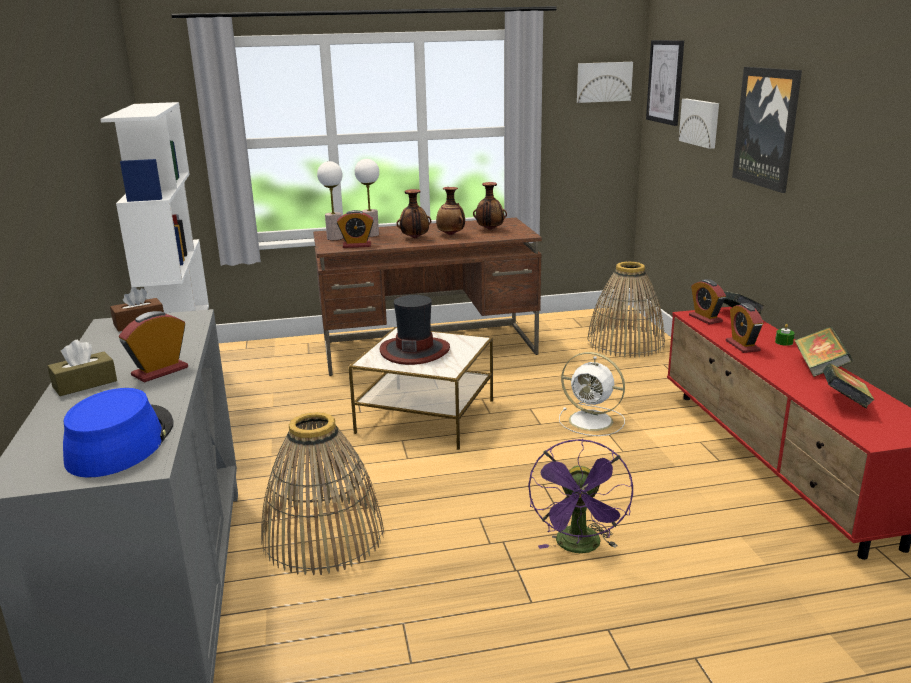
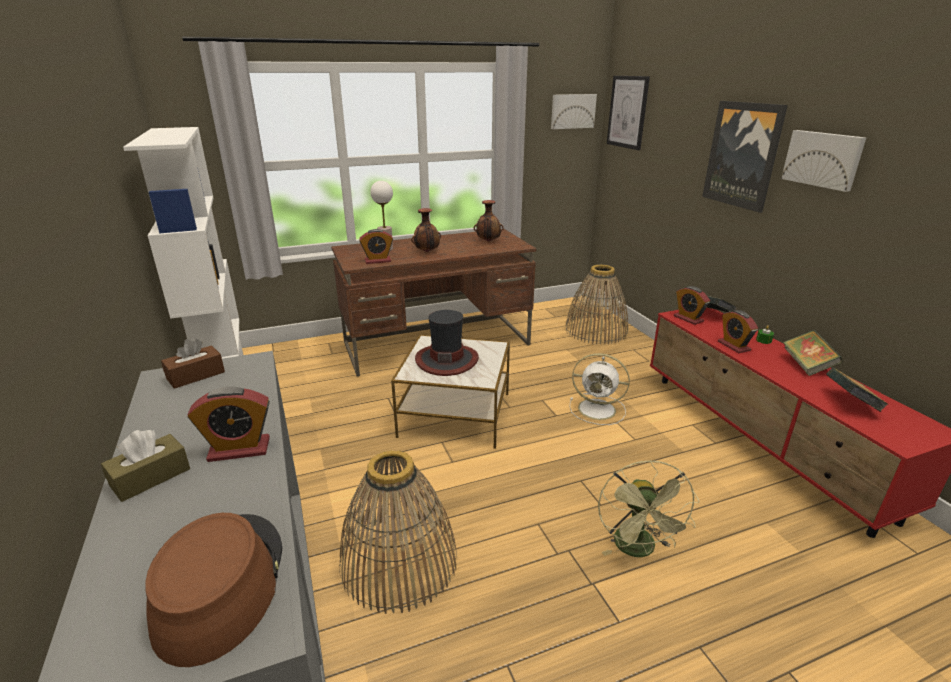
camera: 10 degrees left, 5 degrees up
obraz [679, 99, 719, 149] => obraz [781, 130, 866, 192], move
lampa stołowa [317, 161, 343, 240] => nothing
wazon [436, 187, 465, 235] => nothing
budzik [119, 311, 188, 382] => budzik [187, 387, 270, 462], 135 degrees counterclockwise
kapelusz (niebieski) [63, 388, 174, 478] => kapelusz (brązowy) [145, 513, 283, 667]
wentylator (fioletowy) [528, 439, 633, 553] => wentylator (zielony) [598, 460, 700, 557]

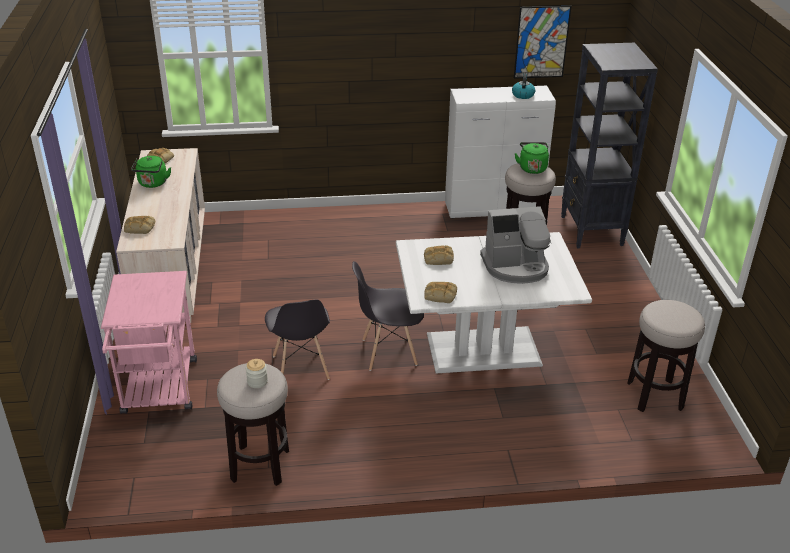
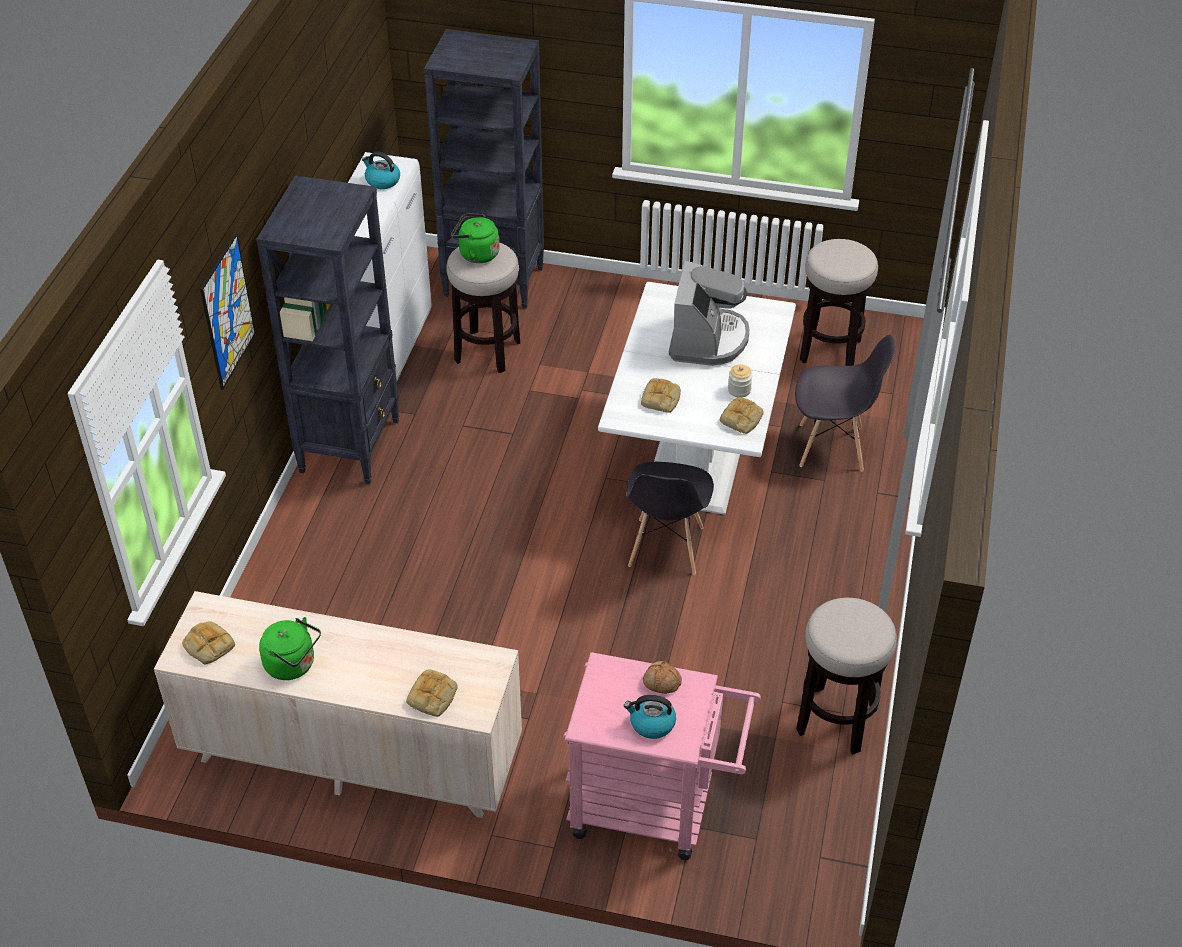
camera: 70 degrees left, 10 degrees up
obraz [514, 6, 572, 79] => obraz [200, 233, 256, 390], move
krzesło (szary) [265, 300, 330, 380] => krzesło (szary) [795, 334, 896, 472], move
słoik [246, 359, 268, 388] => słoik [728, 364, 753, 397], move
nothing => regał (czarny) [256, 176, 400, 485]
nothing => chleb [643, 661, 682, 694]
nothing => czajnik [624, 695, 676, 739]

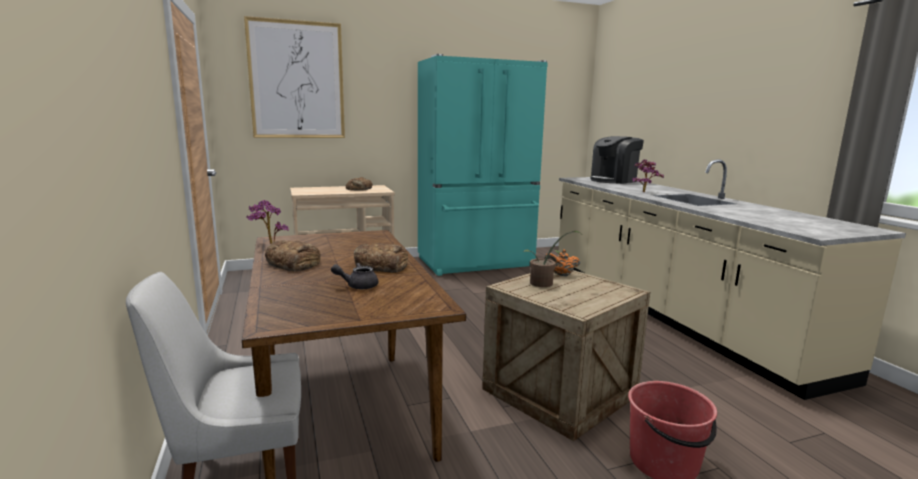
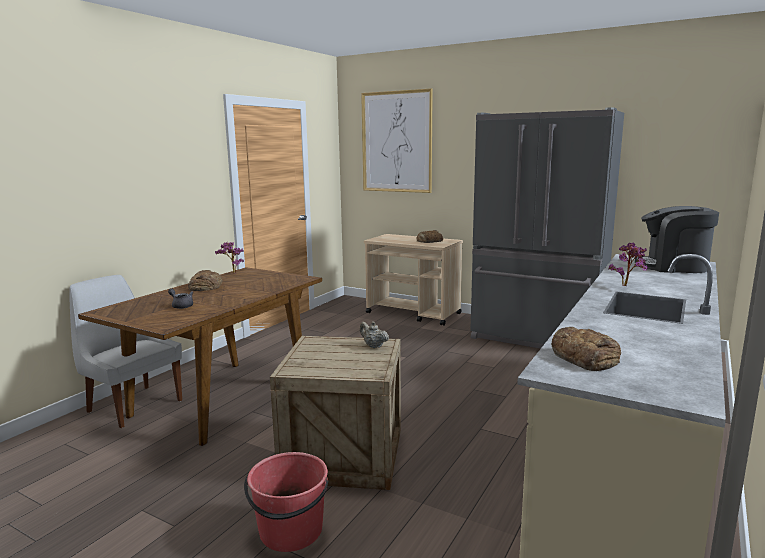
camera: 50 degrees right, 0 degrees up
lodówka (turkusowy) [418, 54, 548, 276] => lodówka (szary) [470, 107, 624, 349]
roślina doniczkowa [523, 231, 581, 287] => nothing
chleb [354, 243, 408, 273] => chleb [552, 327, 621, 371], move
imbryk (pomarańczowy) [544, 250, 580, 276] => imbryk (beżowy) [360, 322, 389, 348]

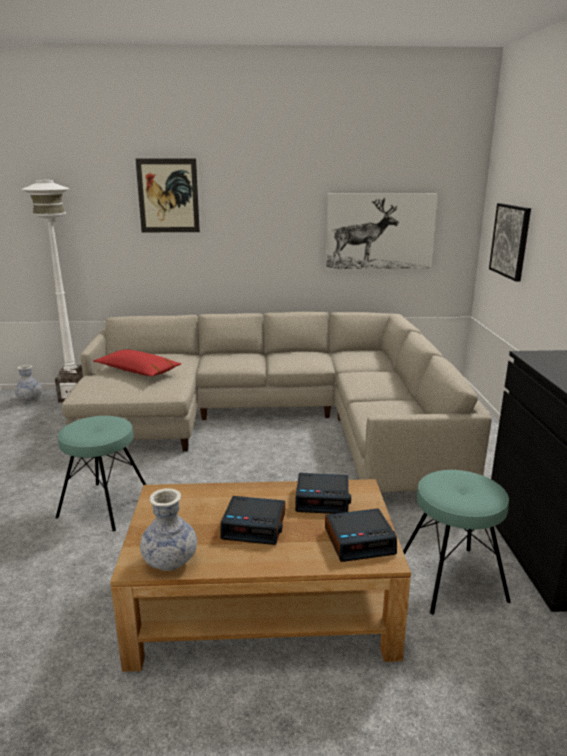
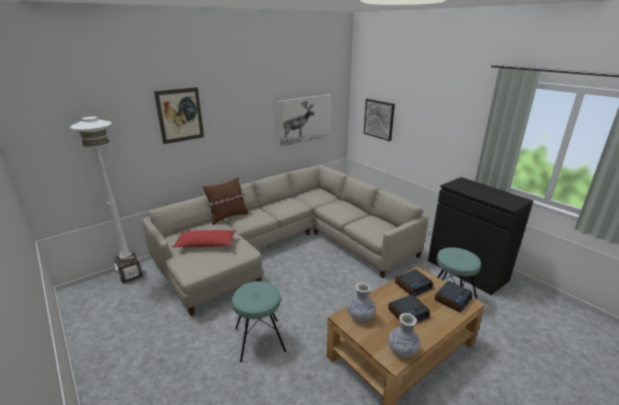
camera: 35 degrees left, 5 degrees up
wazon [15, 365, 42, 402] => wazon [348, 282, 376, 322], move
nothing => poduszka (brązowy) [203, 177, 248, 225]

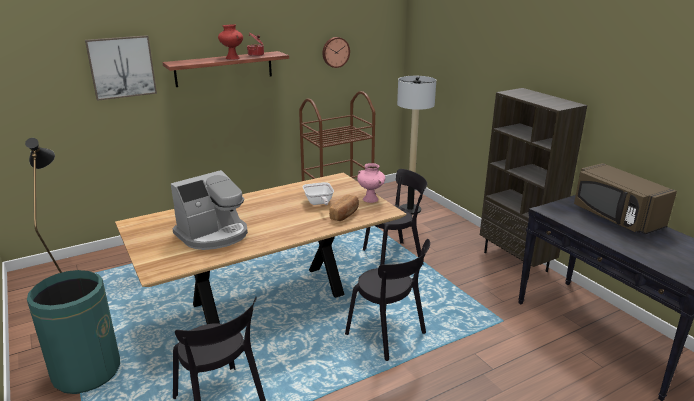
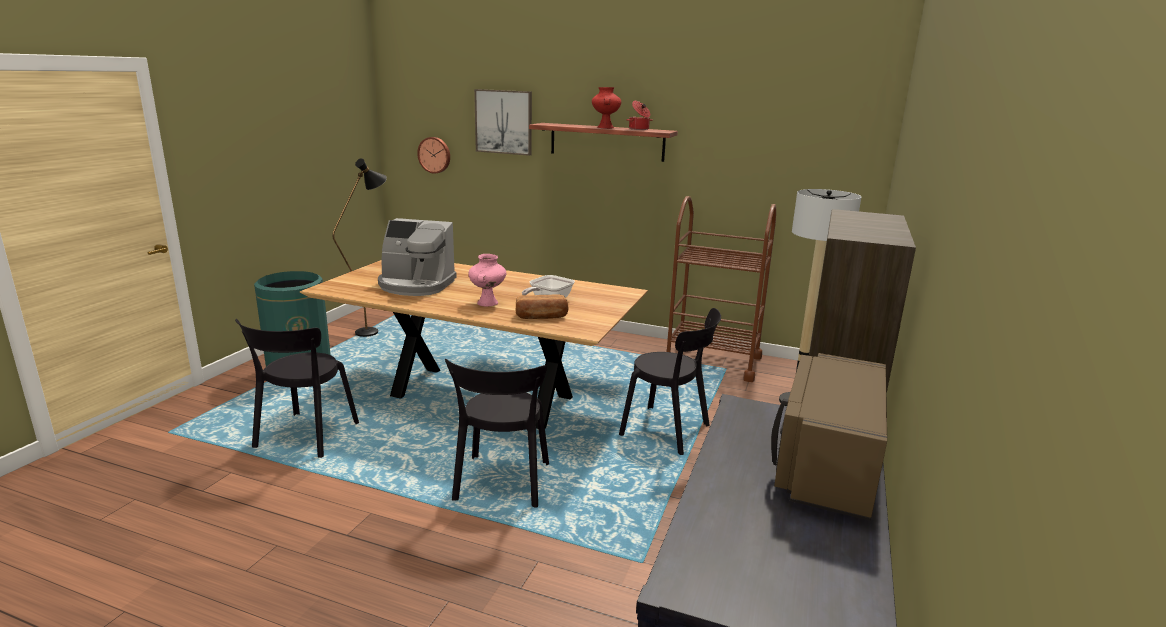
camera: 50 degrees right, 5 degrees down
zegar ścienny [322, 37, 350, 68] => zegar ścienny [417, 137, 450, 174], move
wazon (różowy) [357, 163, 385, 203] => wazon (różowy) [468, 254, 506, 307], move

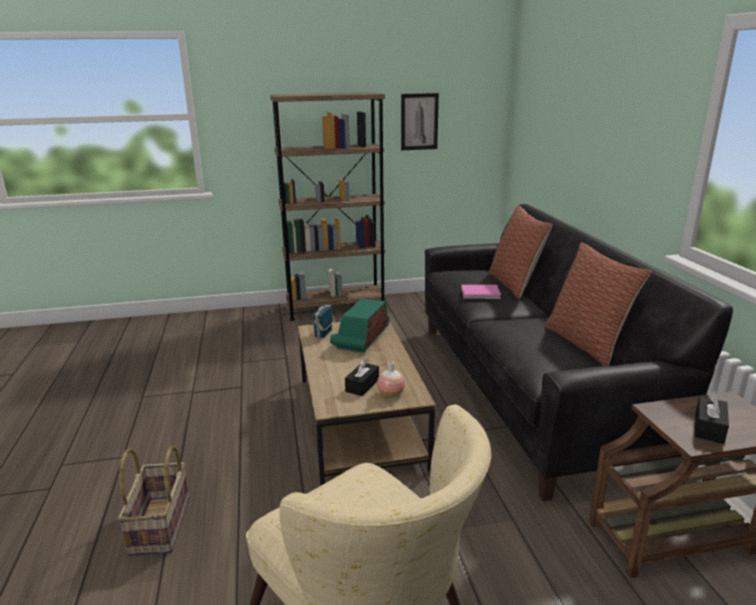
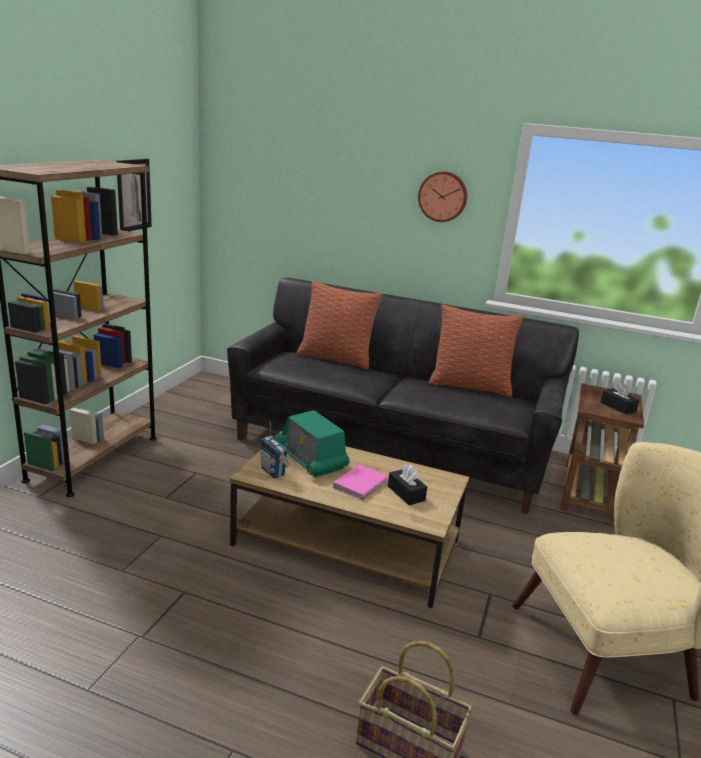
camera: 60 degrees left, 0 degrees up
książka (różowy) [461, 285, 501, 299] => książka (różowy) [333, 465, 388, 500], move
wazon [377, 361, 405, 397] => nothing
nothing => zegar ścienny [418, 171, 467, 222]

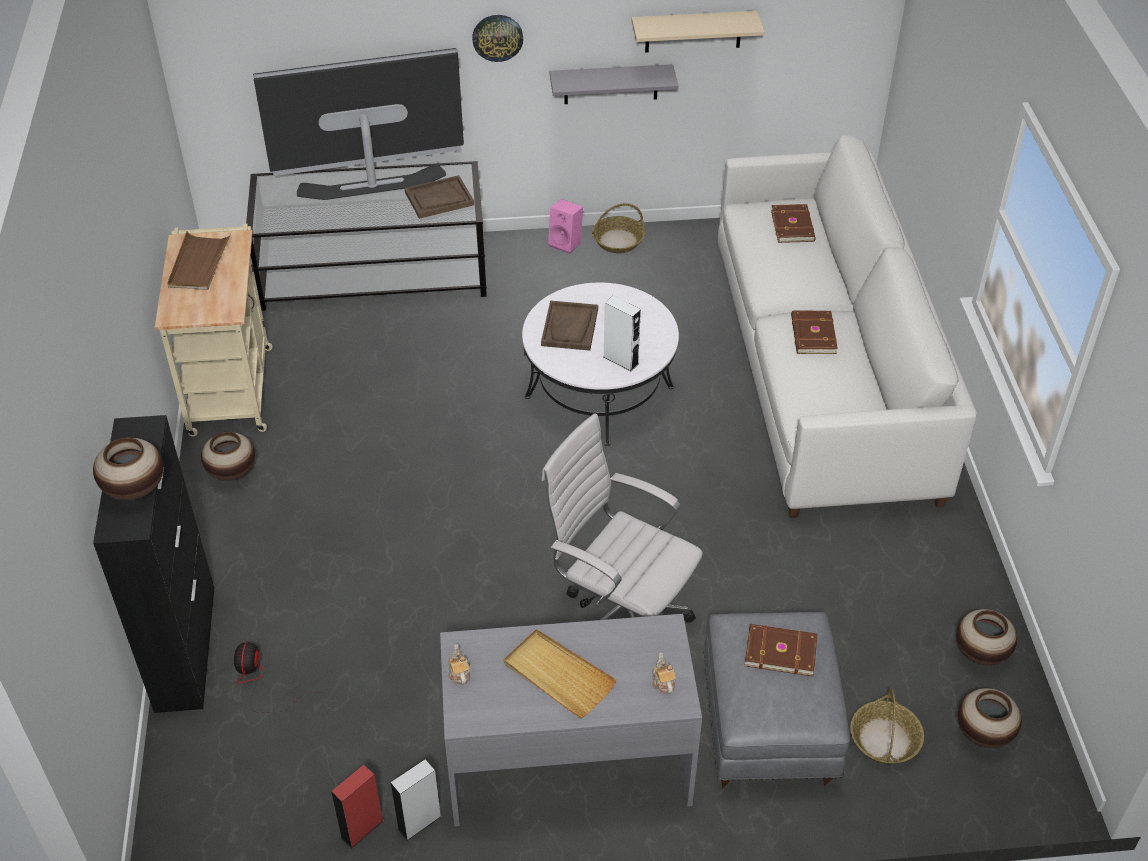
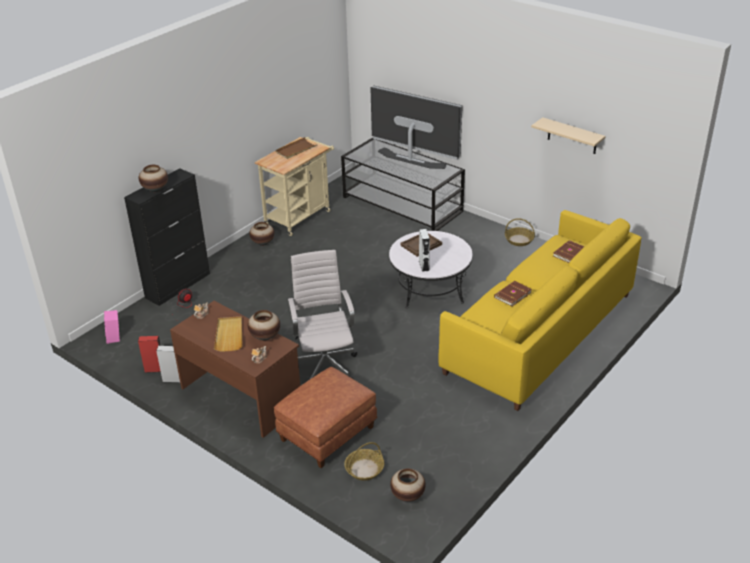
camera: 45 degrees right, 10 degrees down
zegar ścienny [472, 15, 523, 62] => nothing
półka (szary) [550, 64, 679, 104] => nothing
kanapa (biały) [718, 135, 977, 518] => kanapa (żółty) [438, 210, 642, 411]
taca (brązowy) [405, 175, 474, 219] => nothing
głośnik (różowy) [548, 199, 583, 254] => głośnik (różowy) [104, 310, 120, 344], move
wazon [956, 609, 1017, 665] => wazon [248, 310, 280, 341], move
pufa (szary) [703, 612, 849, 789] => pufa (brązowy) [274, 367, 377, 468]
biurko (szary) [440, 614, 702, 827] => biurko (brązowy) [170, 301, 300, 438]
książka (brązowy) [744, 624, 818, 677] => nothing

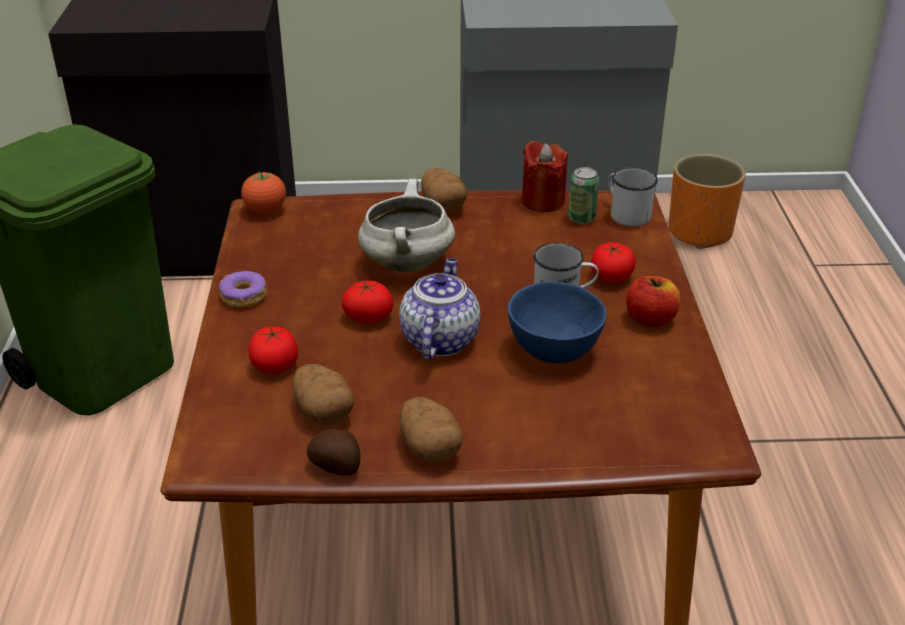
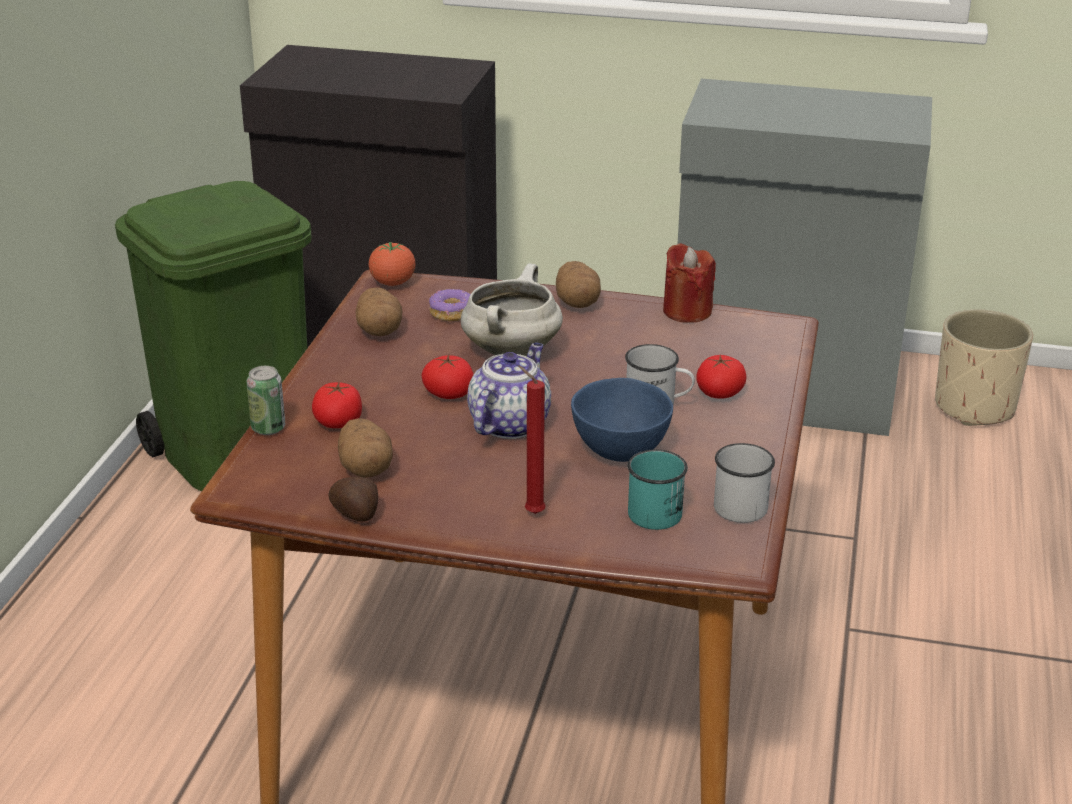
camera: 15 degrees right, 5 degrees down
donica (pomarańczowy) [669, 154, 746, 249] => donica (beżowy) [935, 310, 1033, 426]
puszka [568, 167, 599, 224] => puszka [246, 366, 285, 435], move
kubek (biały) [608, 167, 658, 227] => kubek (biały) [714, 443, 775, 523], move
donut [219, 271, 267, 308] => donut [429, 289, 470, 321], move
jabłko [626, 276, 681, 327] => nothing
ziemniak [399, 397, 463, 463] => ziemniak [356, 287, 402, 336], move
nothing => świeca (czerwony) [518, 366, 546, 514]
nothing => kubek (turkusowy) [627, 449, 688, 530]

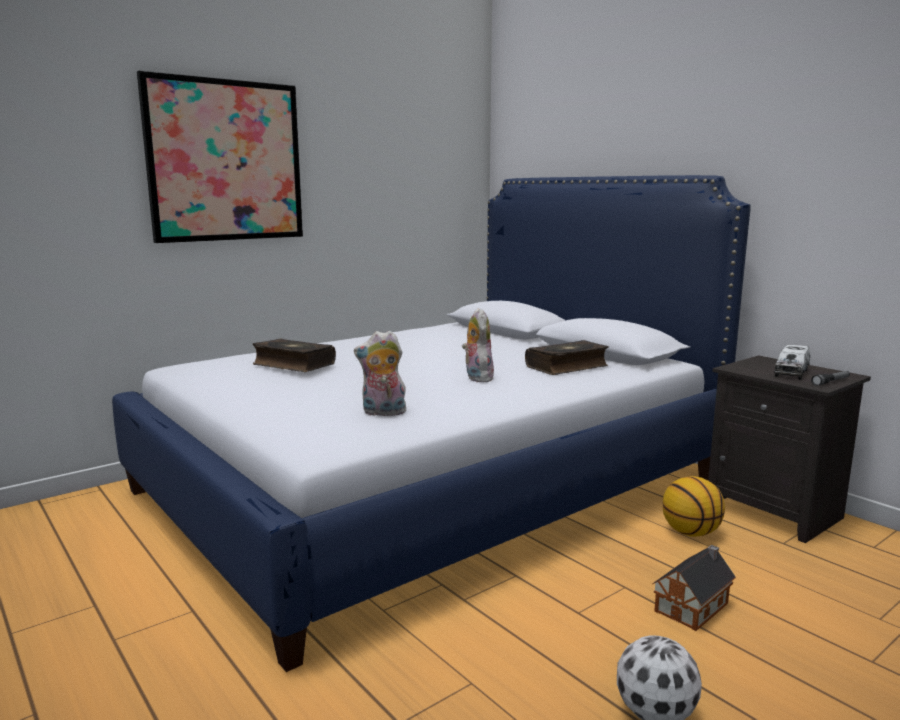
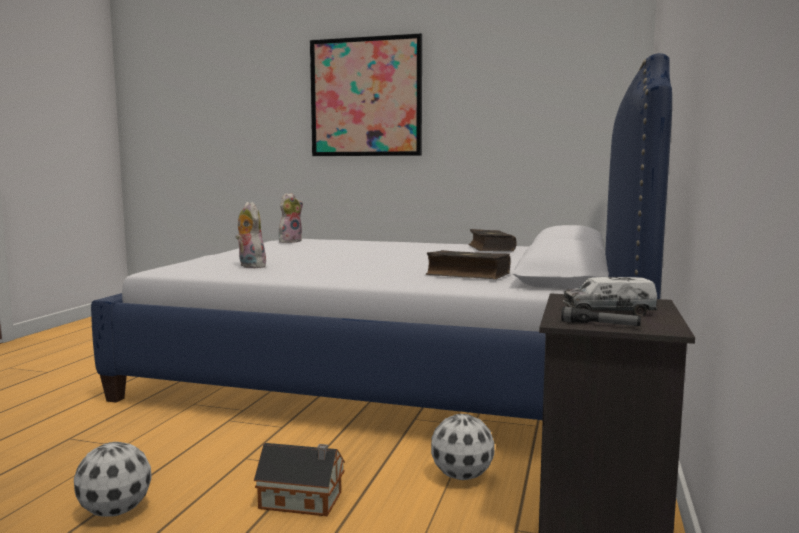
camera: 55 degrees right, 5 degrees down
pluszak [462, 308, 495, 383] => pluszak [279, 193, 303, 243], move
książka [253, 339, 336, 372] => książka [469, 229, 517, 251], move
piłka do koszykówki [663, 476, 725, 537] => piłka futbolowa [431, 414, 495, 480]

